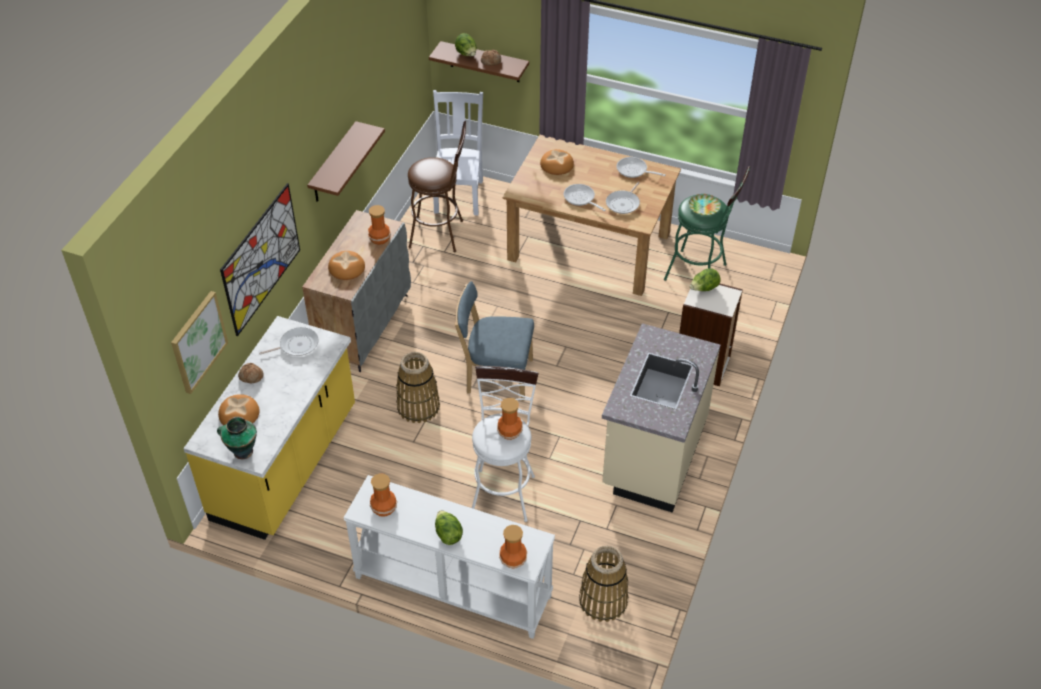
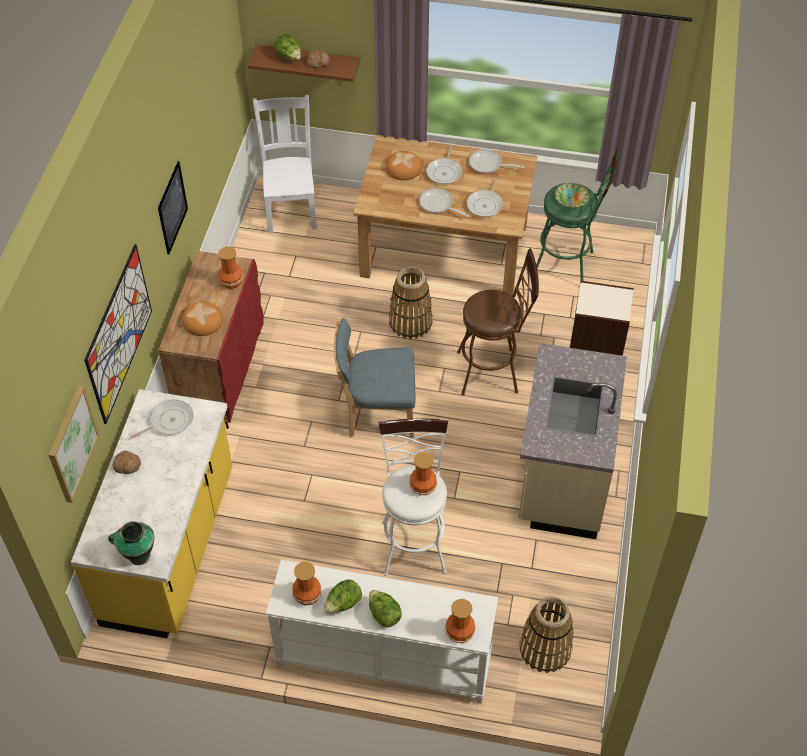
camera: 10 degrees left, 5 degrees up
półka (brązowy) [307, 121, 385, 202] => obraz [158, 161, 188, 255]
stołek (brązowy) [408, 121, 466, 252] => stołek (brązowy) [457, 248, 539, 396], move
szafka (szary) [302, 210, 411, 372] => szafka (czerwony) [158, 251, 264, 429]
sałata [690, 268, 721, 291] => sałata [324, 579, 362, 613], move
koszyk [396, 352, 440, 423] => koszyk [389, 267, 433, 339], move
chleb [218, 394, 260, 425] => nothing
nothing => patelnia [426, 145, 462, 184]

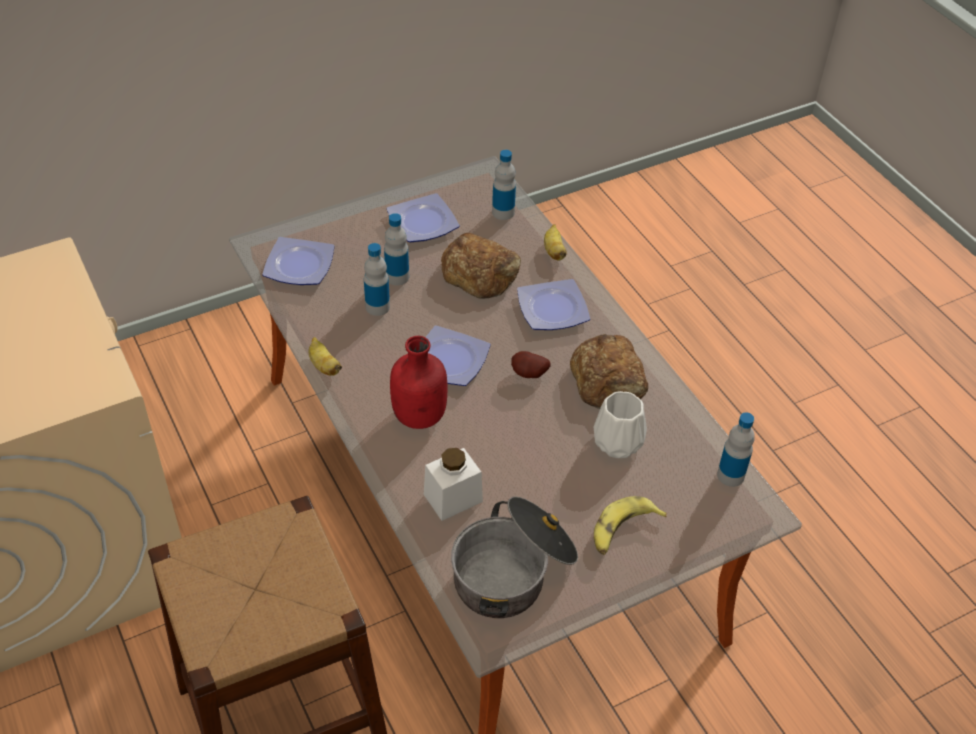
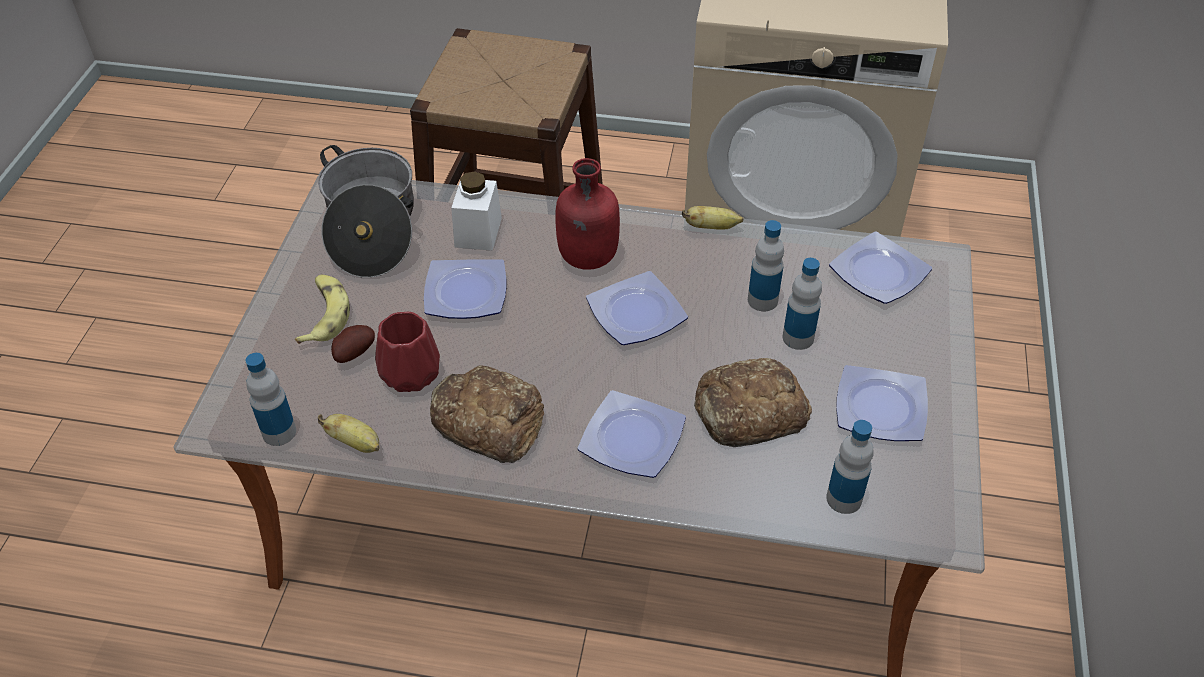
camera: 130 degrees right, 0 degrees up
banan [544, 224, 567, 261] => banan [318, 414, 380, 453], move
ziemniak [511, 351, 551, 378] => ziemniak [331, 325, 375, 363], move
wazon (biały) [594, 391, 647, 458] => wazon (czerwony) [375, 312, 440, 392]
nothing => talerz [424, 259, 506, 319]

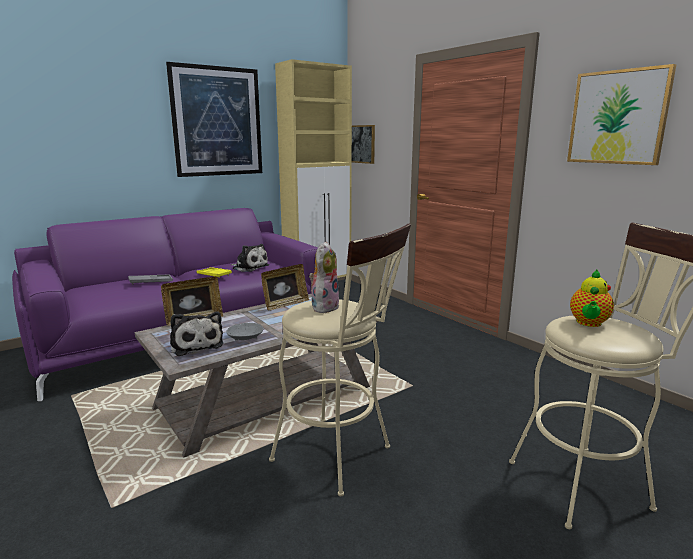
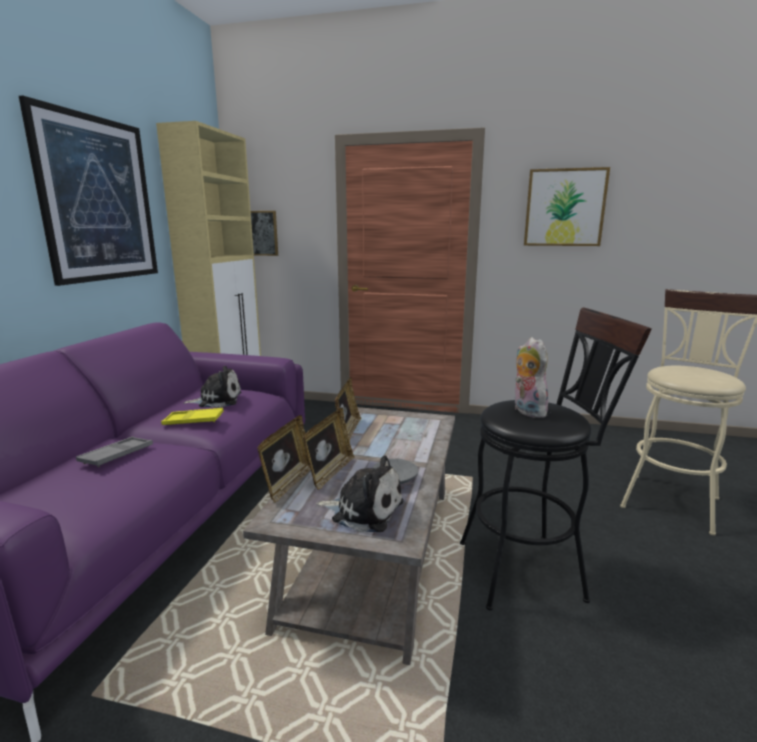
camera: 40 degrees left, 0 degrees up
stołek (beżowy) [269, 224, 411, 496] => stołek (czarny) [460, 307, 652, 610]
imbryk [570, 270, 614, 327] => nothing
nothing => ramka na zdjęcie [303, 408, 354, 490]

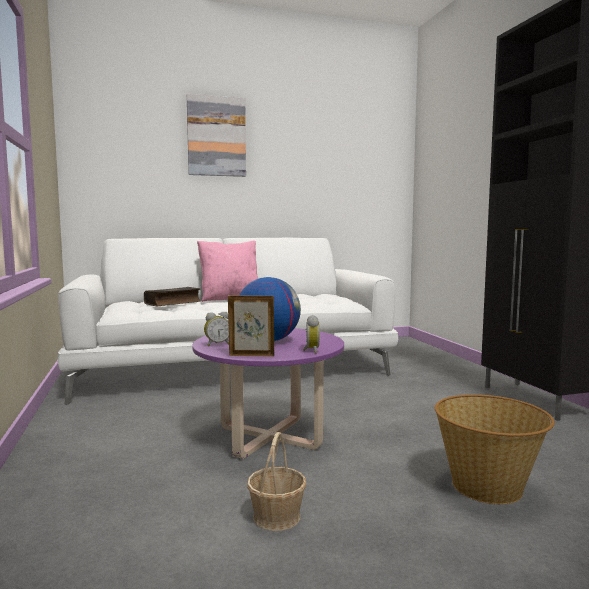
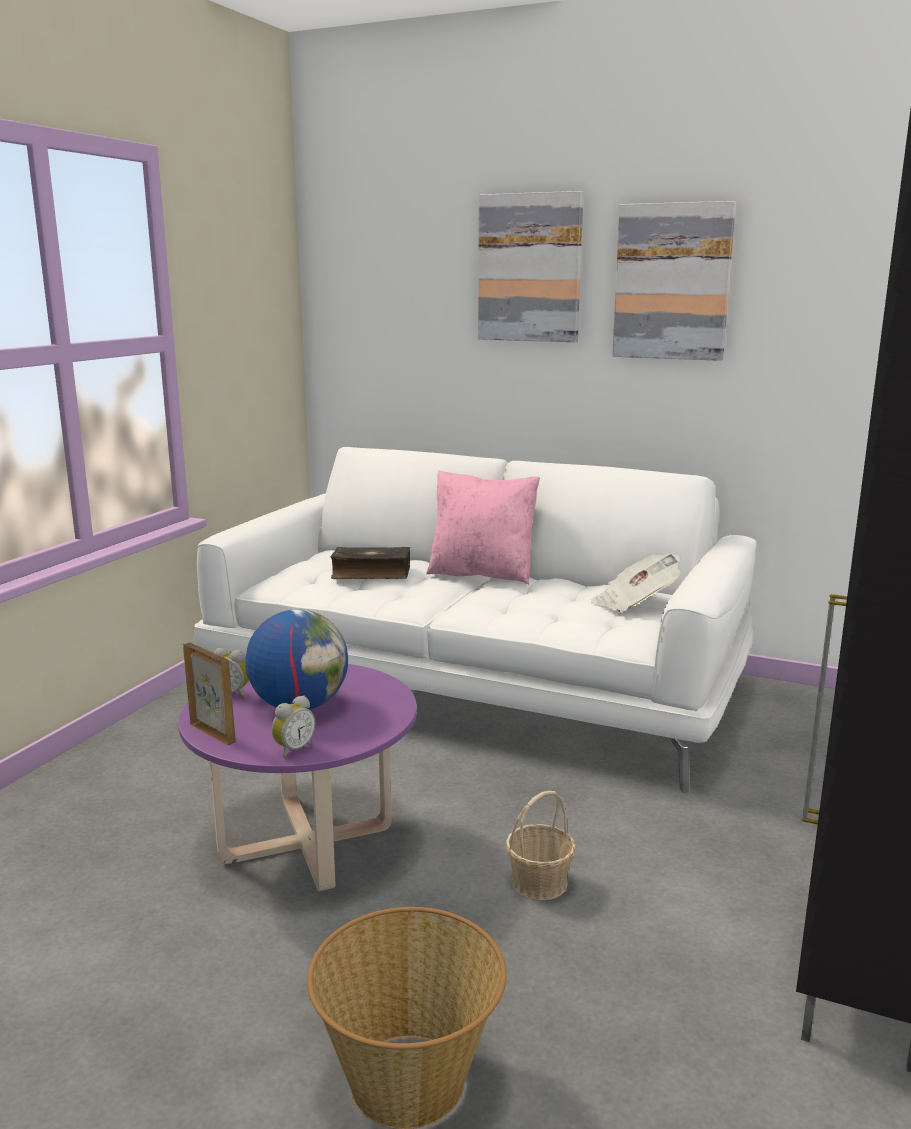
camera: 40 degrees right, 10 degrees up
koszyk [247, 432, 306, 531] => koszyk [505, 791, 576, 901], move
nothing => obraz [612, 201, 736, 361]
nothing => gazeta [591, 554, 681, 612]

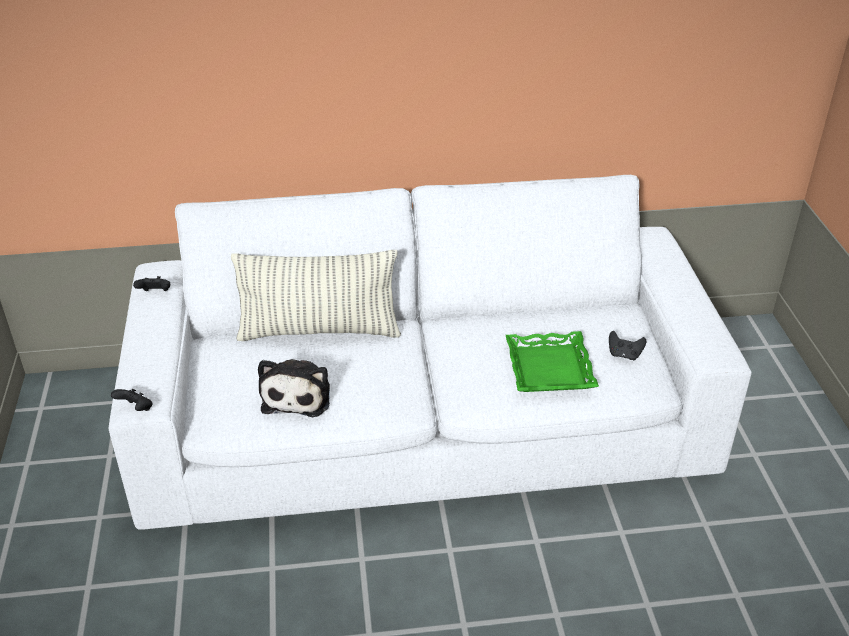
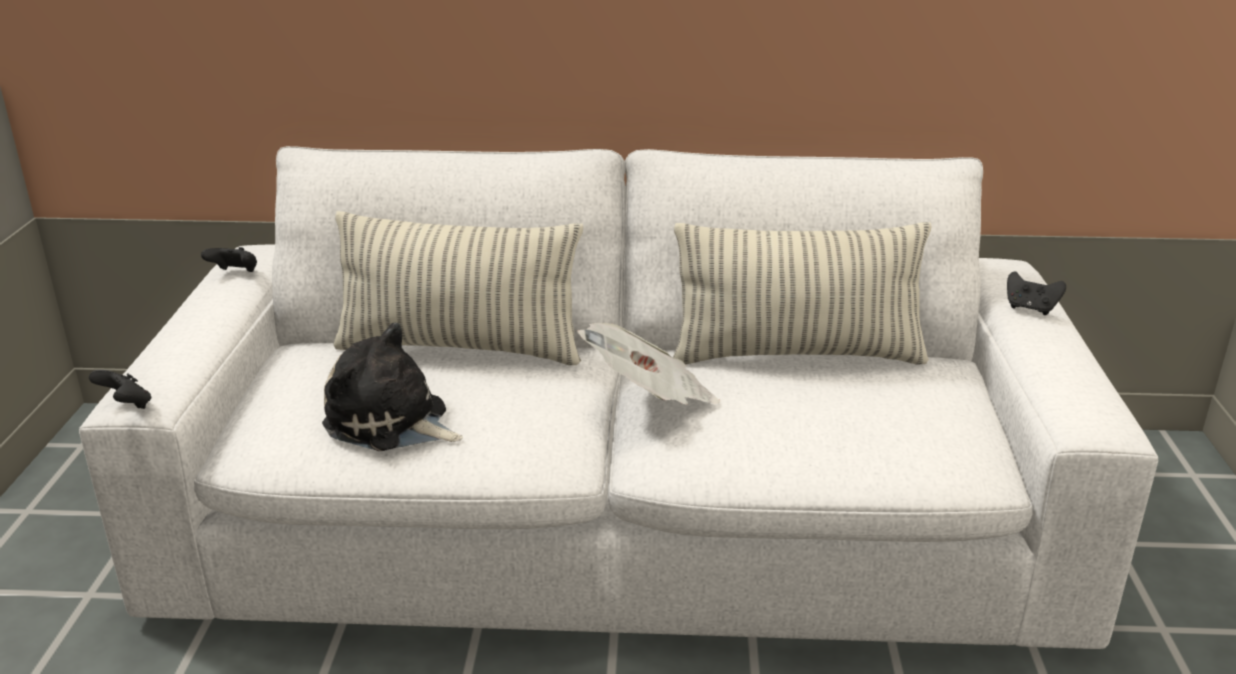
camera: 10 degrees right, 10 degrees down
taca (zielony) [506, 331, 599, 392] => nothing
pad do gier (czarny) [609, 331, 646, 361] => pad do gier (czarny) [1007, 271, 1066, 315], move
pluszak [258, 359, 330, 417] => pluszak [322, 323, 463, 451], 105 degrees clockwise
nothing => poduszka [673, 222, 932, 365]
nothing => gazeta [577, 323, 721, 405]

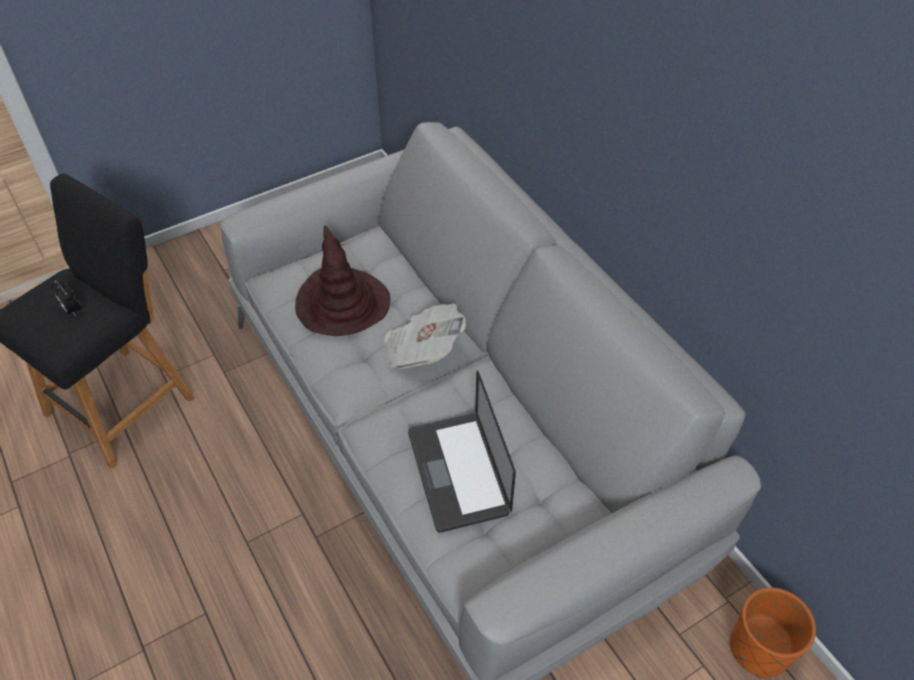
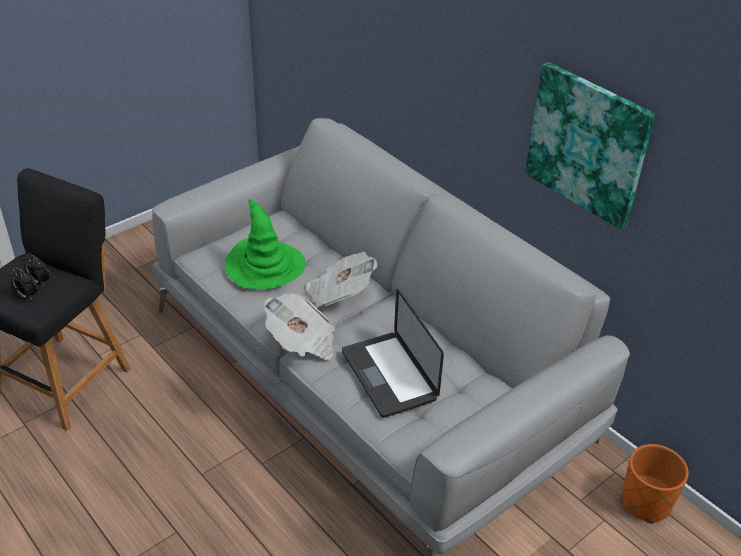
camera: 10 degrees left, 10 degrees down
kapelusz (brązowy) [295, 225, 390, 336] => kapelusz (zielony) [225, 199, 305, 289]
nothing => obraz [525, 62, 655, 230]
nothing => budzik [10, 267, 38, 299]
nothing => gazeta [264, 293, 335, 360]

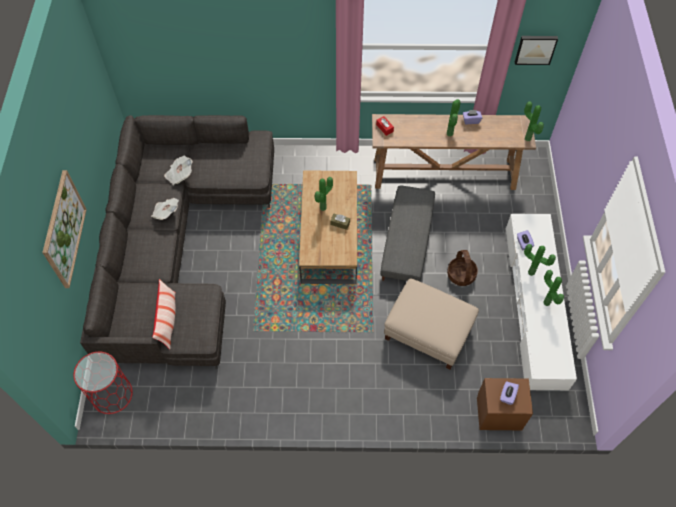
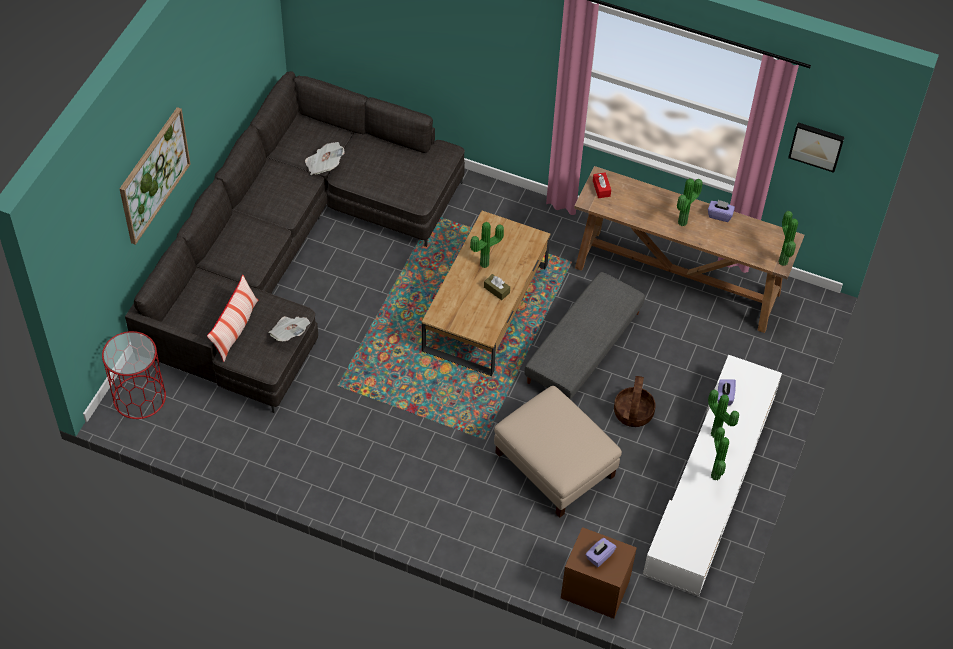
camera: 20 degrees right, 5 degrees down
gazeta [151, 198, 179, 220] => gazeta [268, 316, 310, 341], move

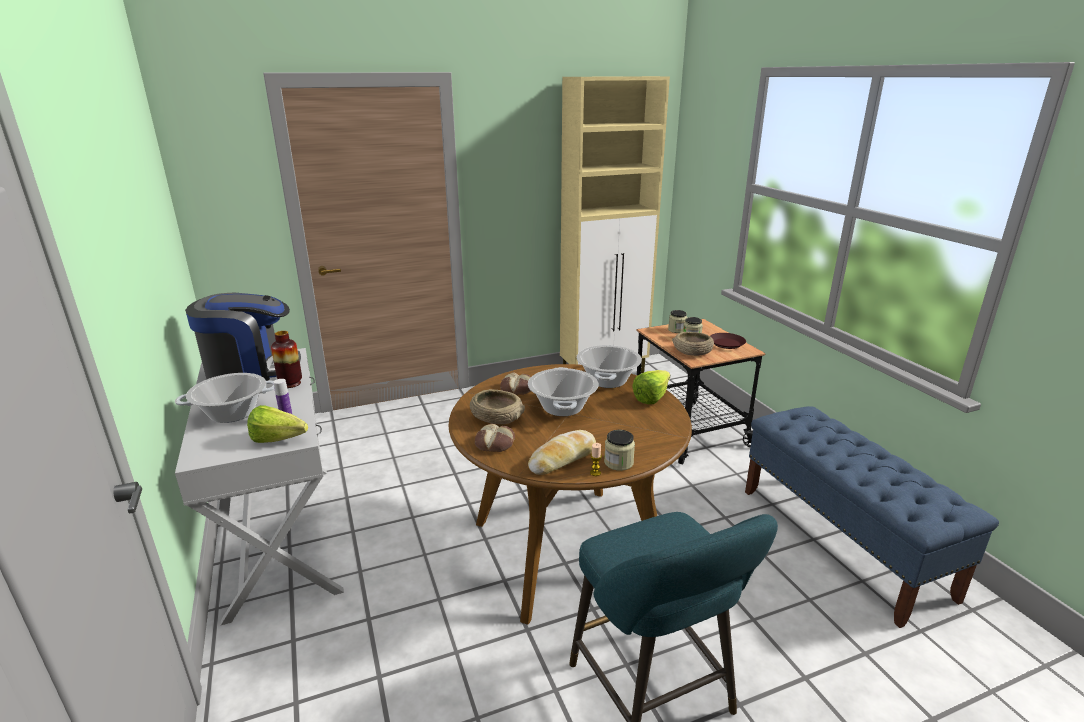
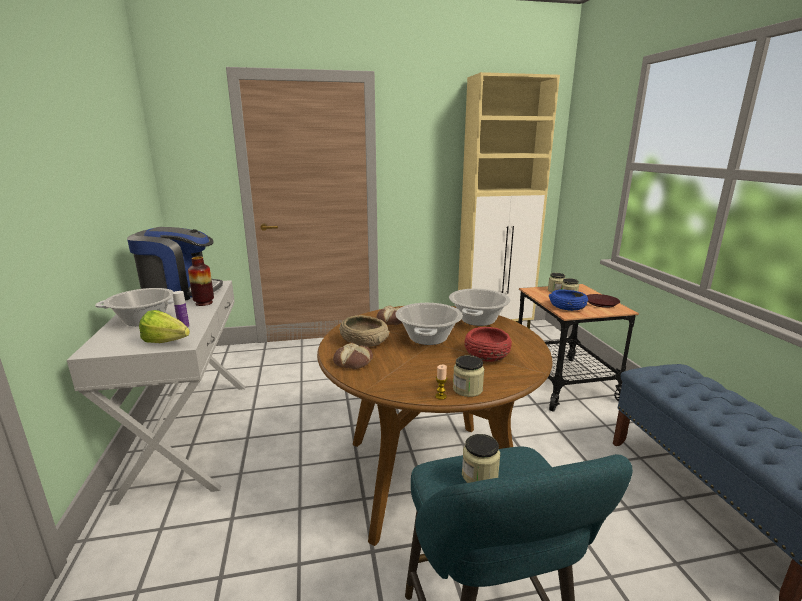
camera: 10 degrees right, 5 degrees down
miska (beżowy) [672, 332, 714, 356] => miska (niebieski) [549, 289, 588, 311]
sałata [632, 370, 670, 404] => nothing
chleb [528, 430, 596, 475] => nothing
nothing => miska (czerwony) [465, 327, 512, 362]
nothing => słoik [462, 434, 500, 483]

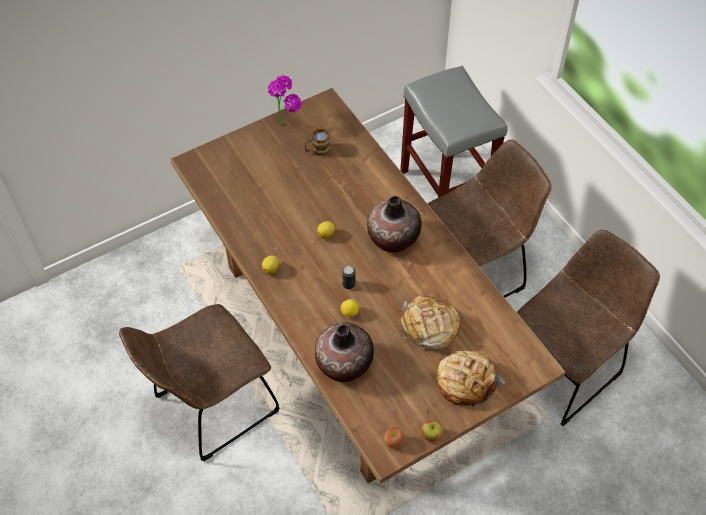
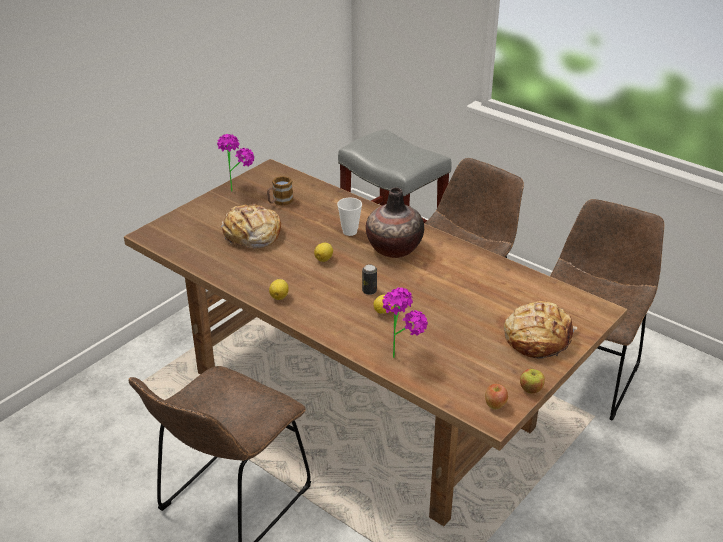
camera: 20 degrees left, 20 degrees down
chleb [401, 295, 461, 350] => chleb [221, 203, 281, 249], move
wazon [315, 323, 374, 382] => roślina doniczkowa [383, 287, 428, 358]
nothing => filiżanka [337, 197, 362, 236]

